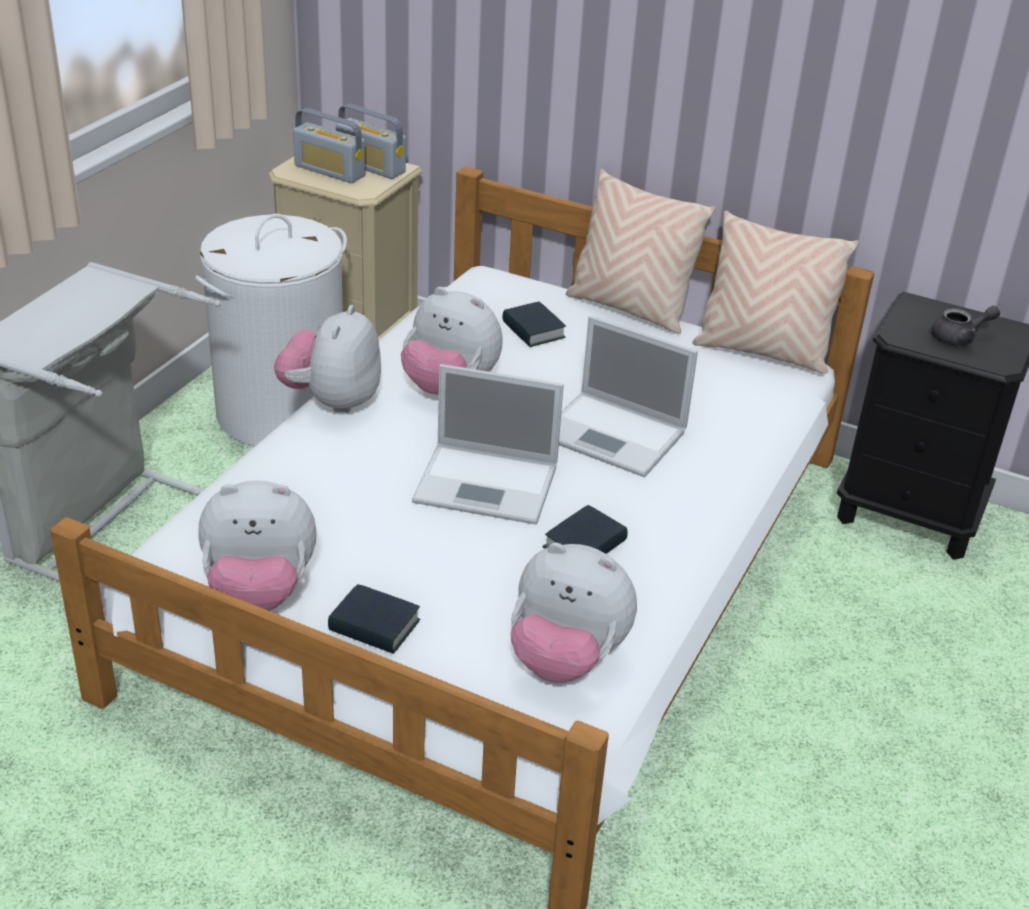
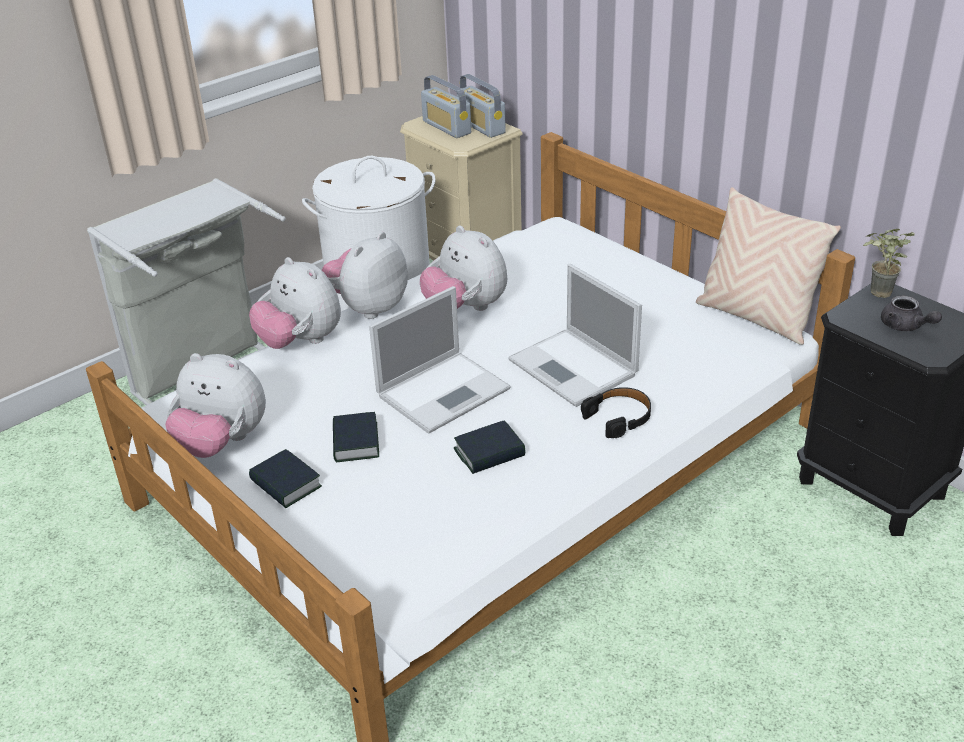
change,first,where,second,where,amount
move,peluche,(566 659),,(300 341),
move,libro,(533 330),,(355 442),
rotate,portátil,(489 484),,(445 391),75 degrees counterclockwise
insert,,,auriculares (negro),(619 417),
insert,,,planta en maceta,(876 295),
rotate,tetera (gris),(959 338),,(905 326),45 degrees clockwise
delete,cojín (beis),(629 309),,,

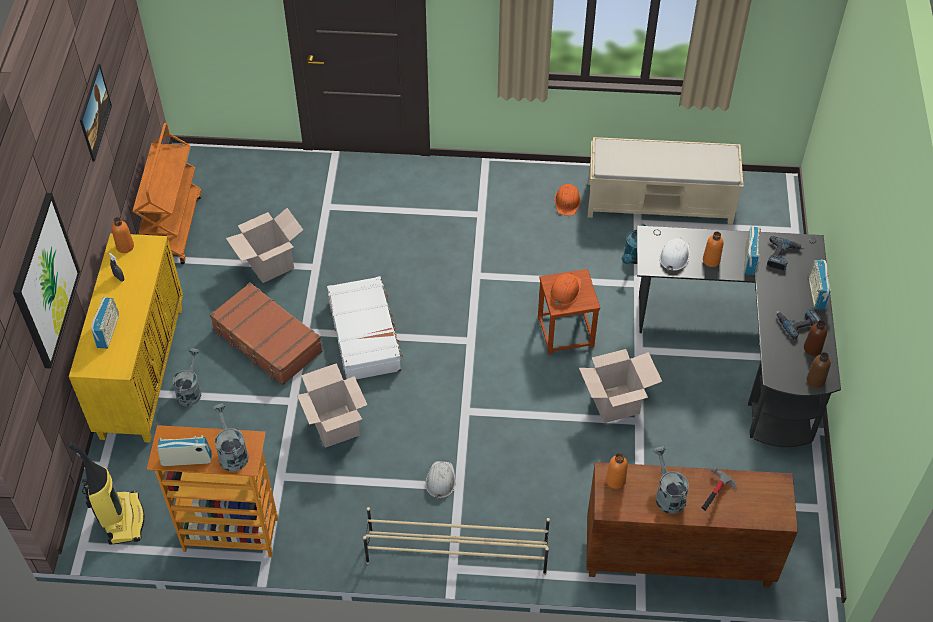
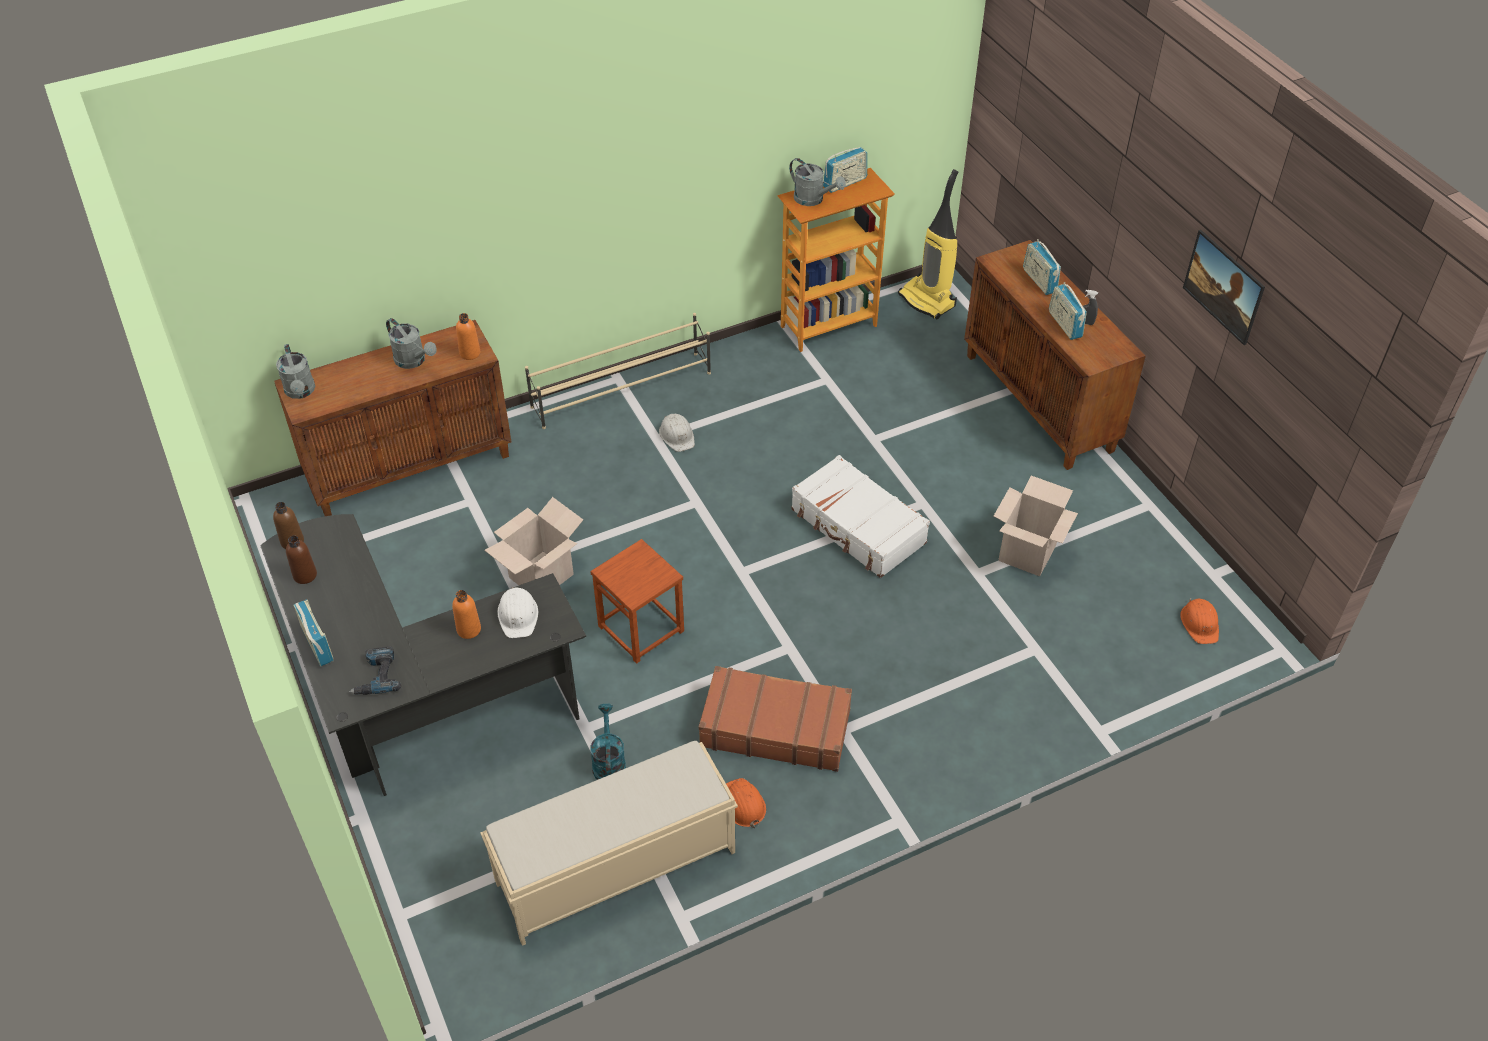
change,first,where,second,where,amount
move,regadera (gris),(190 390),,(301 392),
move,maleta (marrón),(267 341),,(775 727),
recolor,armario (amarillo),(141 371),armario (marrón),(1040 403),
move,radio,(749 259),,(1065 324),
move,casco (naranja),(565 290),,(1200 623),
delete,cuadro,(45 281),,,
delete,botella (naranja),(125 246),,,
delete,carrito (naranja),(174 227),,,
delete,caja de cartón,(335 426),,,
delete,martillo,(713 494),,,
delete,taladro,(798 322),,,

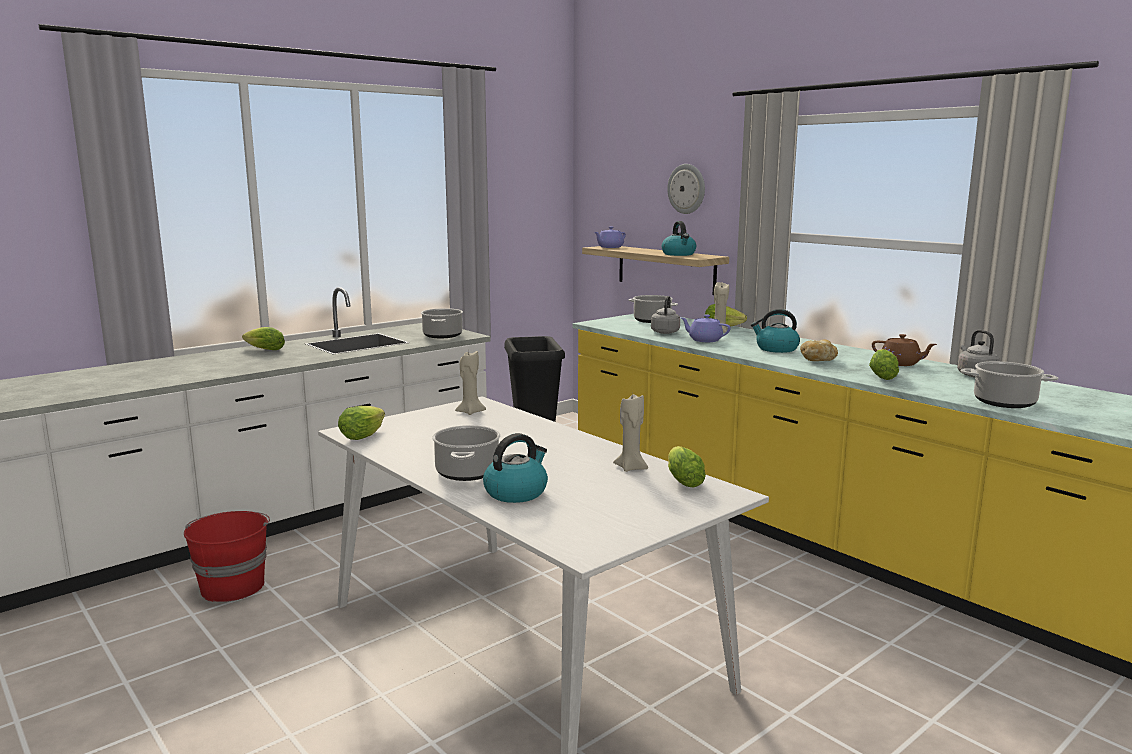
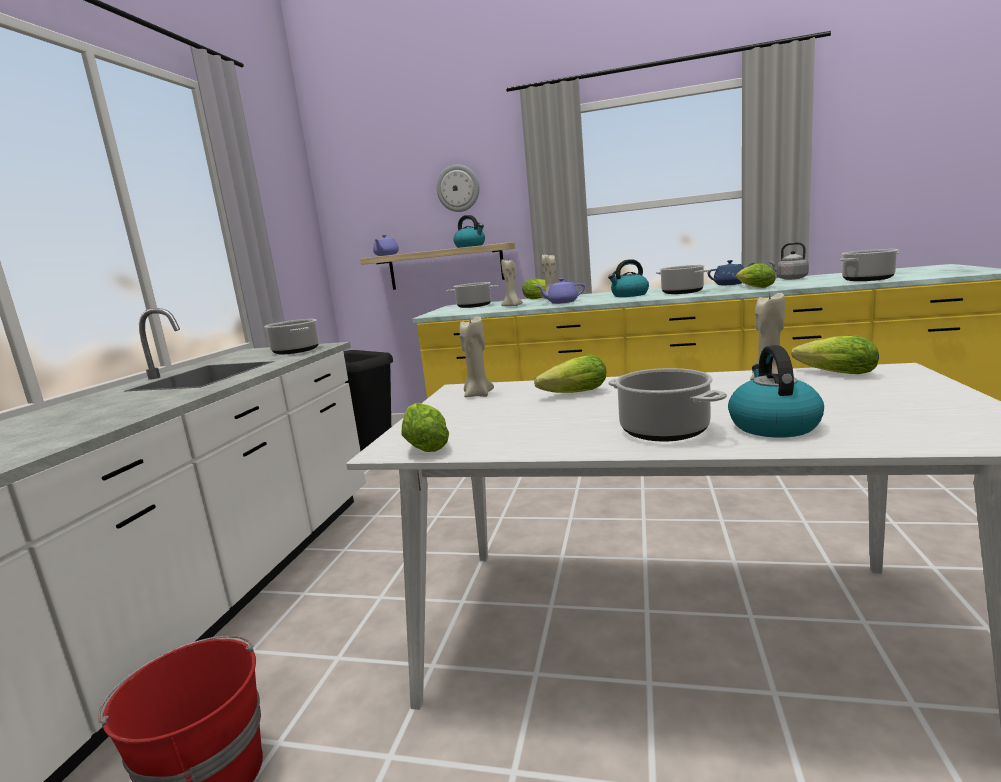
change,first,where,second,where,amount
replace,hervidor (gris),(665 332),vela (beis),(512 306),
move,lechuga,(263 350),,(570 394),
replace,pan,(818 360),olla,(681 292),
recolor,tetera (marrón),(901 363),tetera (azul),(731 284),

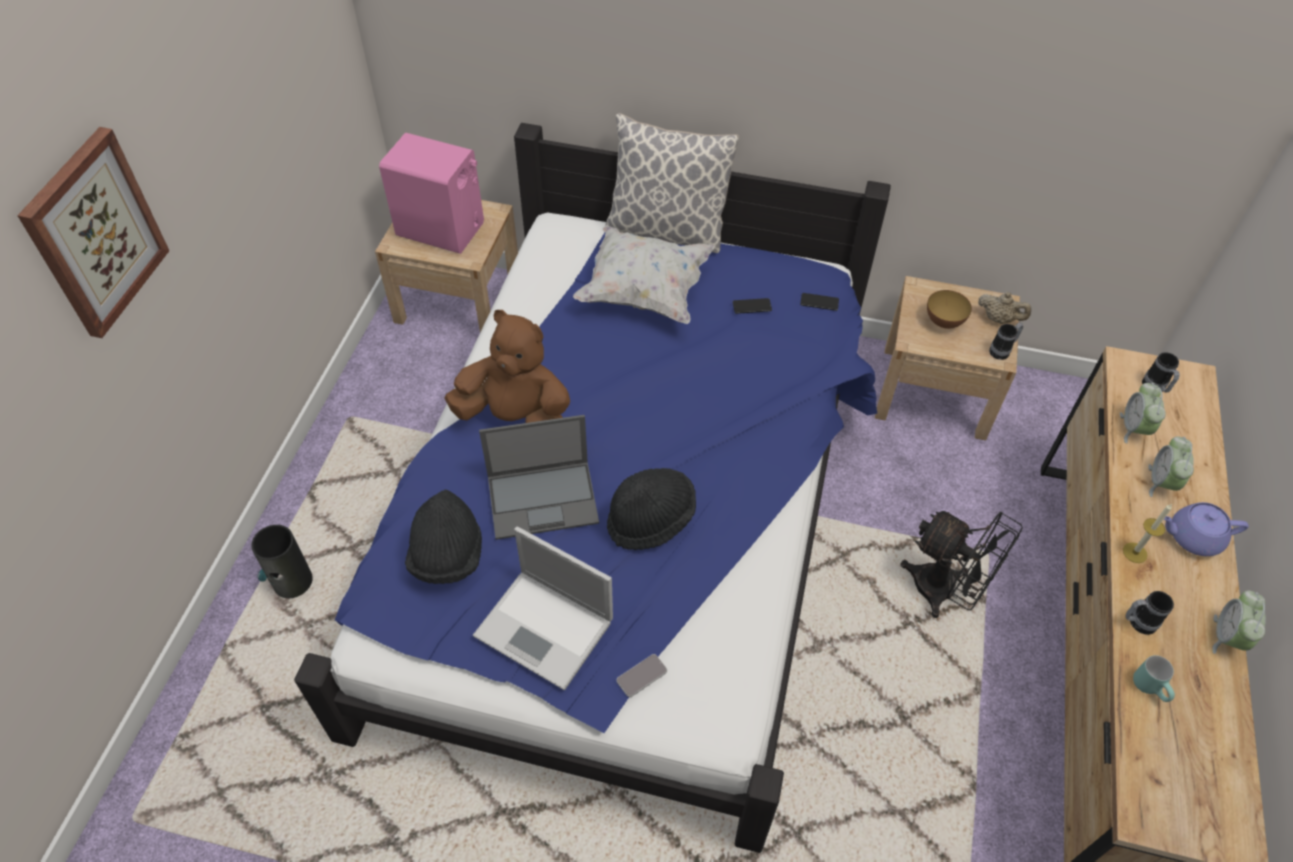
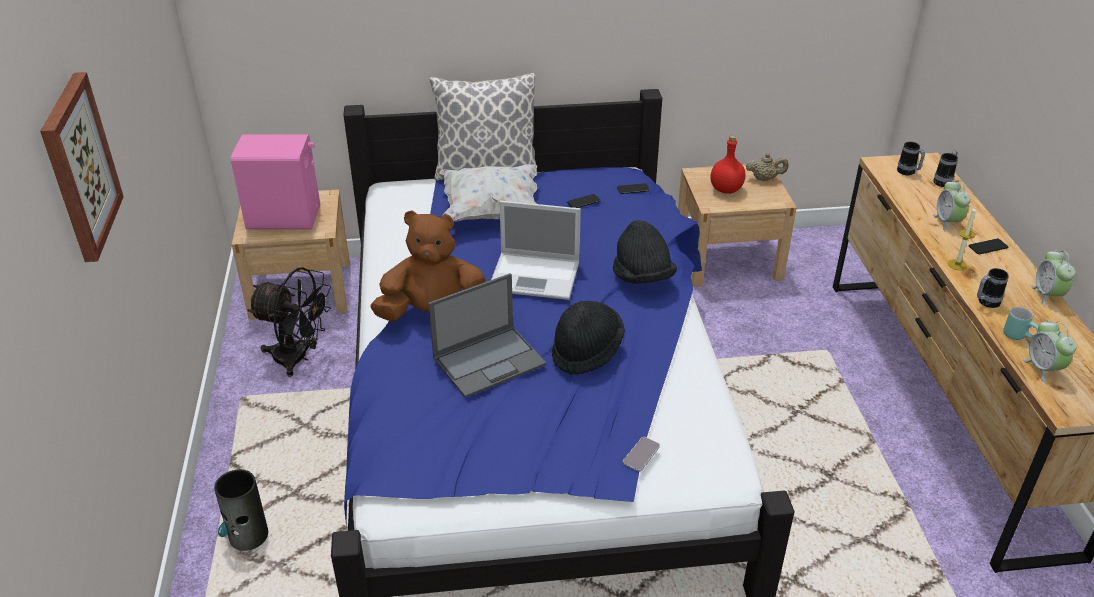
change,first,where,second,where,amount
move,ventilador (negro),(944 591),,(298 358),
move,portátil,(546 629),,(536 276),
move,sombrero (negro),(447 556),,(642 277),
replace,cuenco,(943 322),botella (rojo),(726 189),
move,taza grande,(1002 351),,(944 181),
replace,tetera (morado),(1192 537),móvil,(988 247),
move,despertador,(1133 428),,(1043 369),

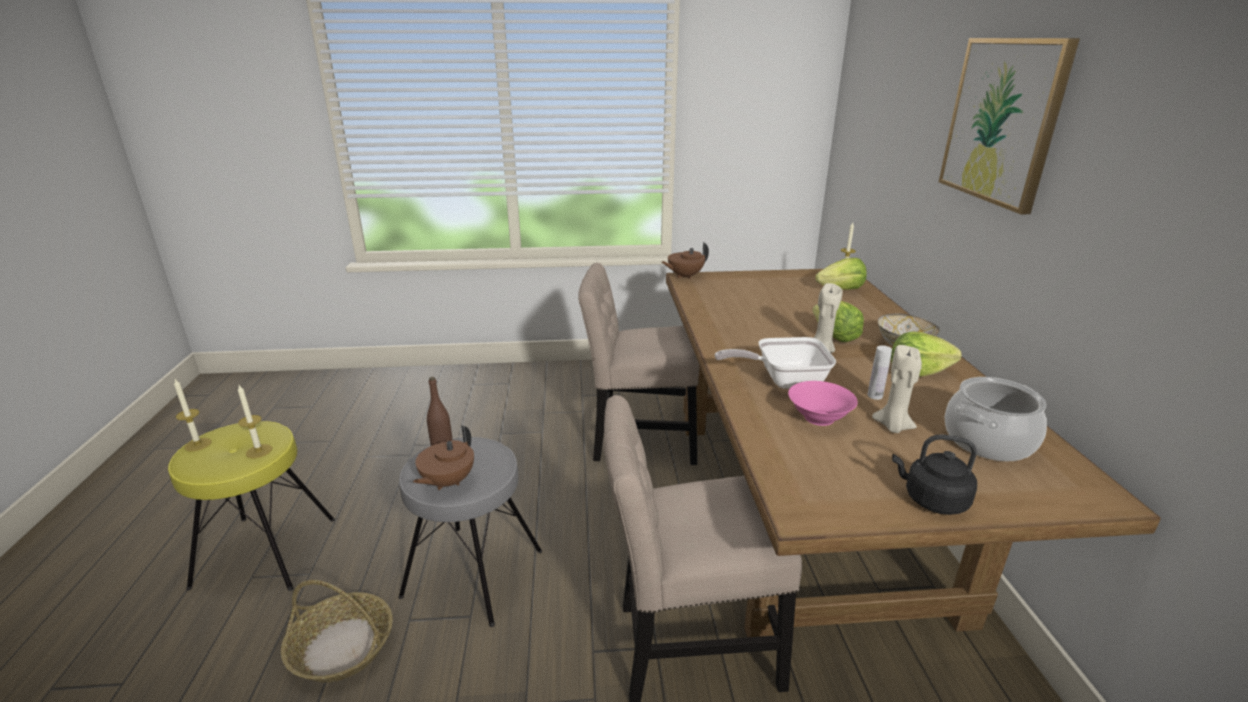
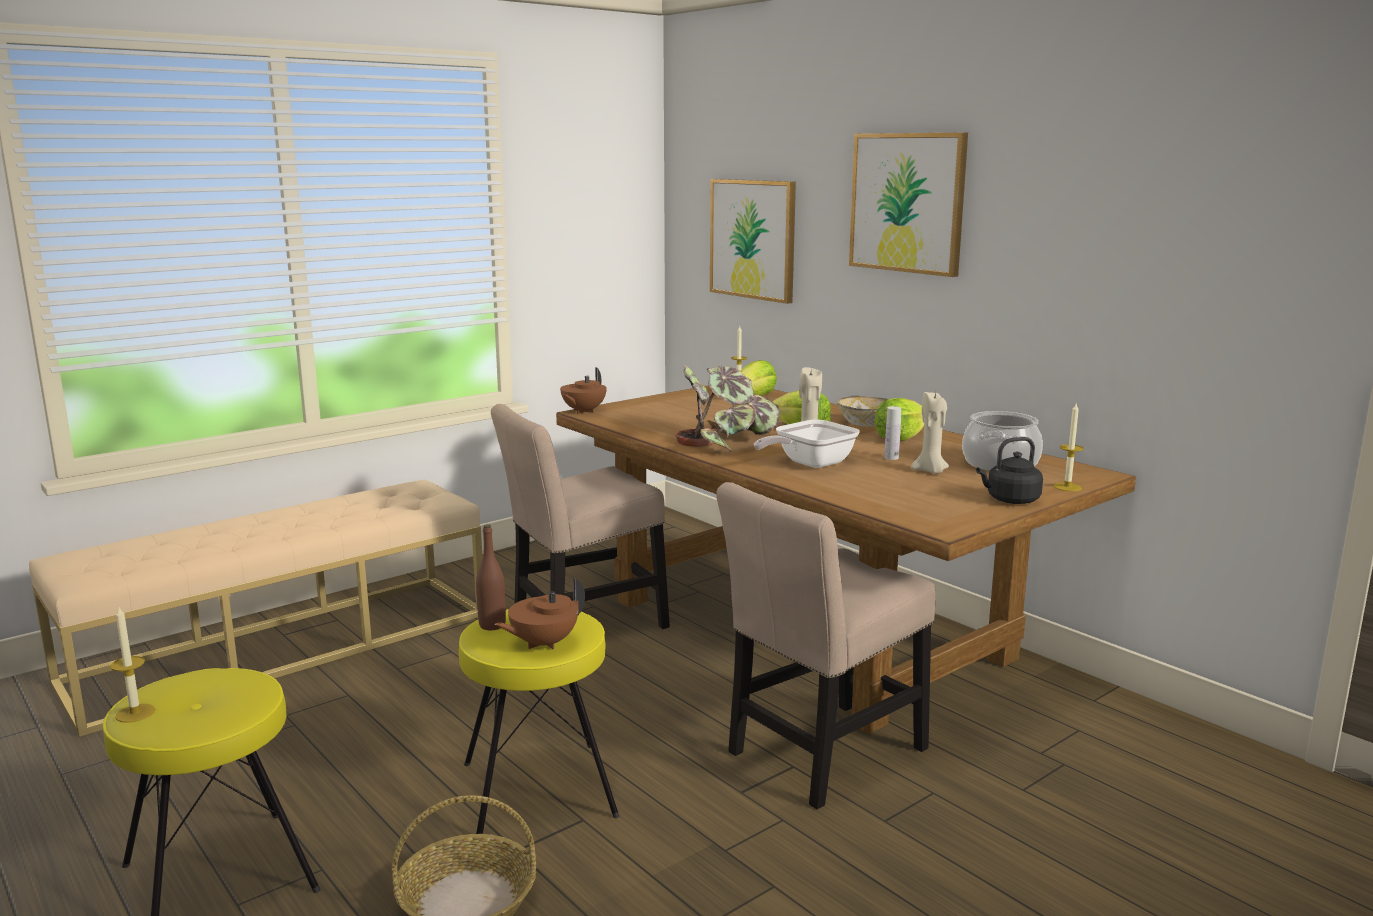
change,first,where,second,where,amount
insert,,,banco (beis),(283 647),
recolor,taburete (gris),(473 574),taburete (amarillo),(539 789),
rotate,tetera (marrón),(447 482),,(543 643),60 degrees clockwise
insert,,,planta en maceta,(725 442),
insert,,,cuadro,(753 239),
move,vela,(259 451),,(1067 487),
delete,cuenco (rosa),(818 418),,,

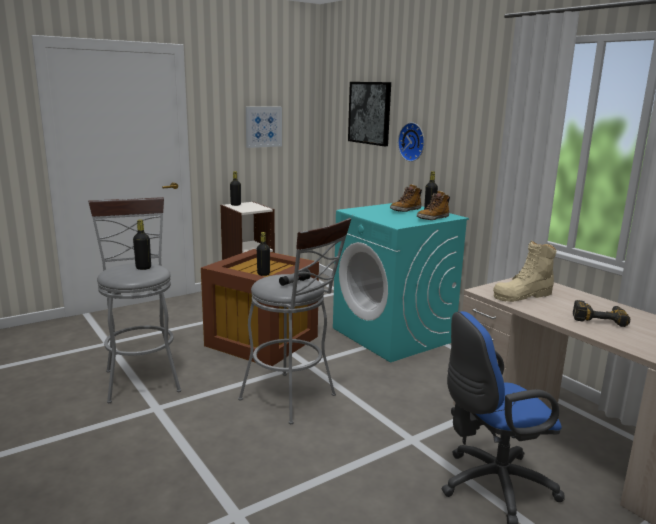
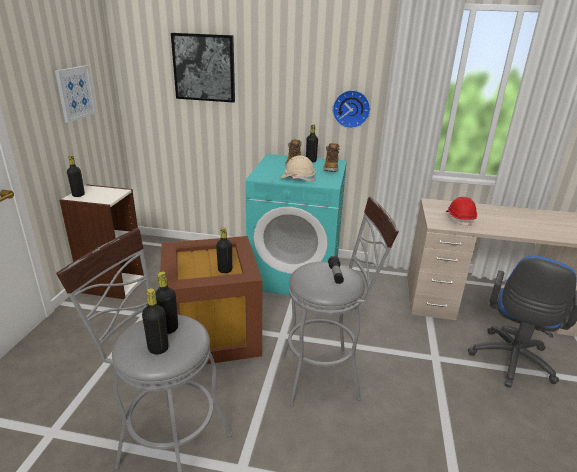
change,first,where,second,where,amount
insert,,,botella (negro),(158 348),
insert,,,casco (beis),(297 179),
move,reloj de pared,(413 142),,(351 109),
replace,bota (beis),(523 295),casco (rojo),(459 219),
delete,taladro,(599 318),,,

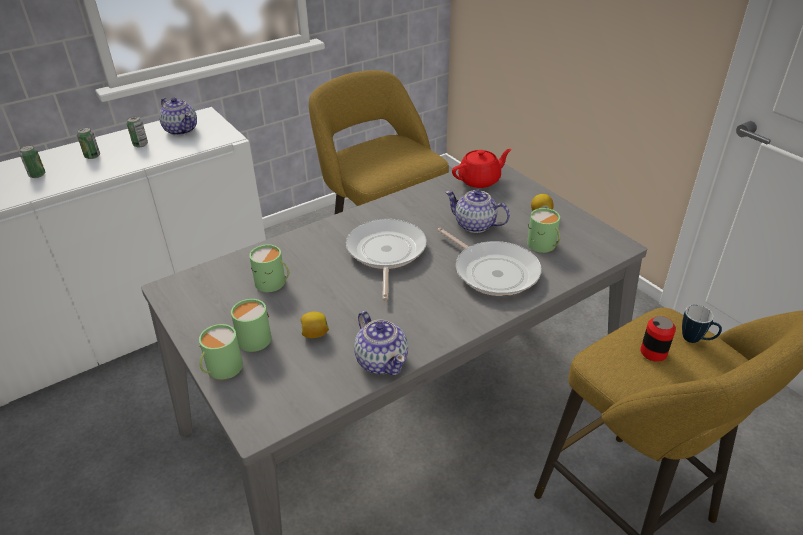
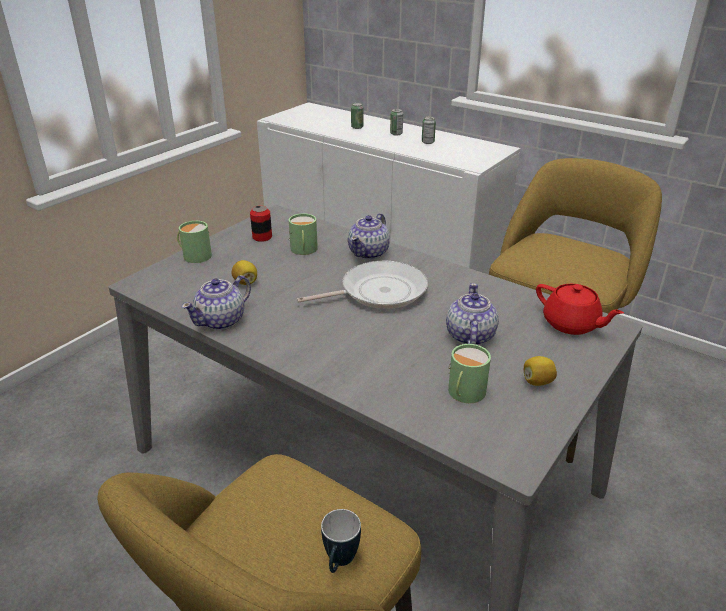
change,first,where,second,where,amount
move,lata,(653 353),,(262 237),
move,tetera,(181 130),,(369 253),
delete,taza grande (verde),(252 337),,,
delete,sartén,(493 271),,,

